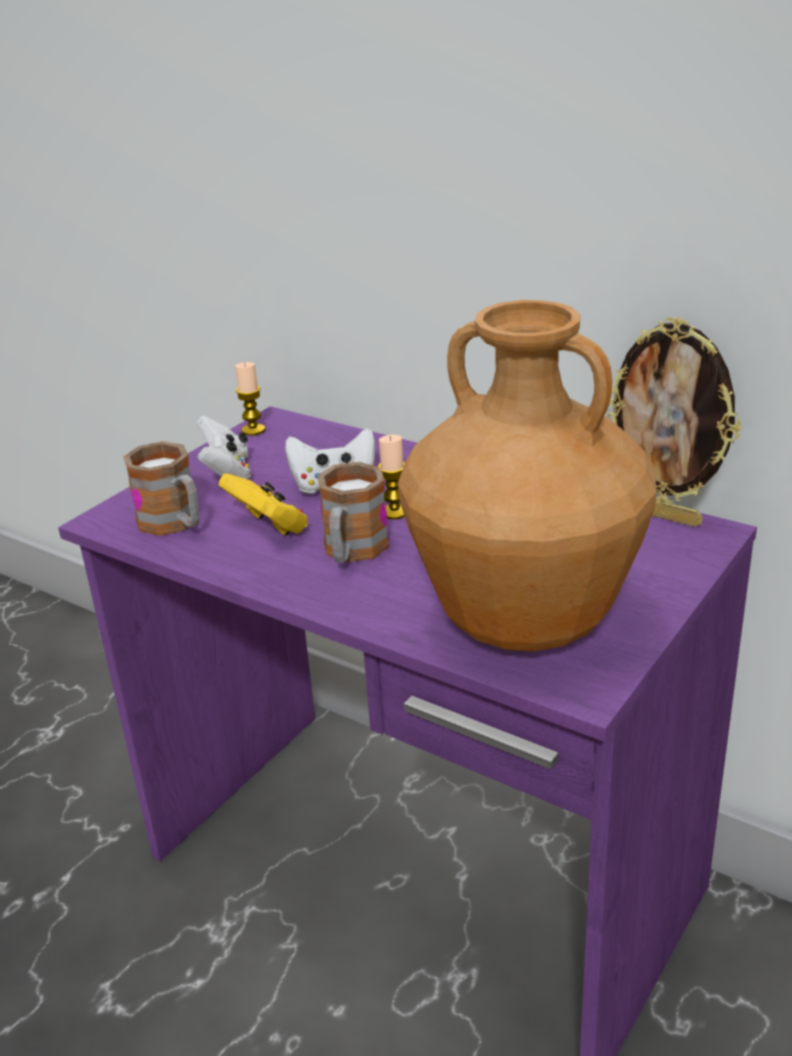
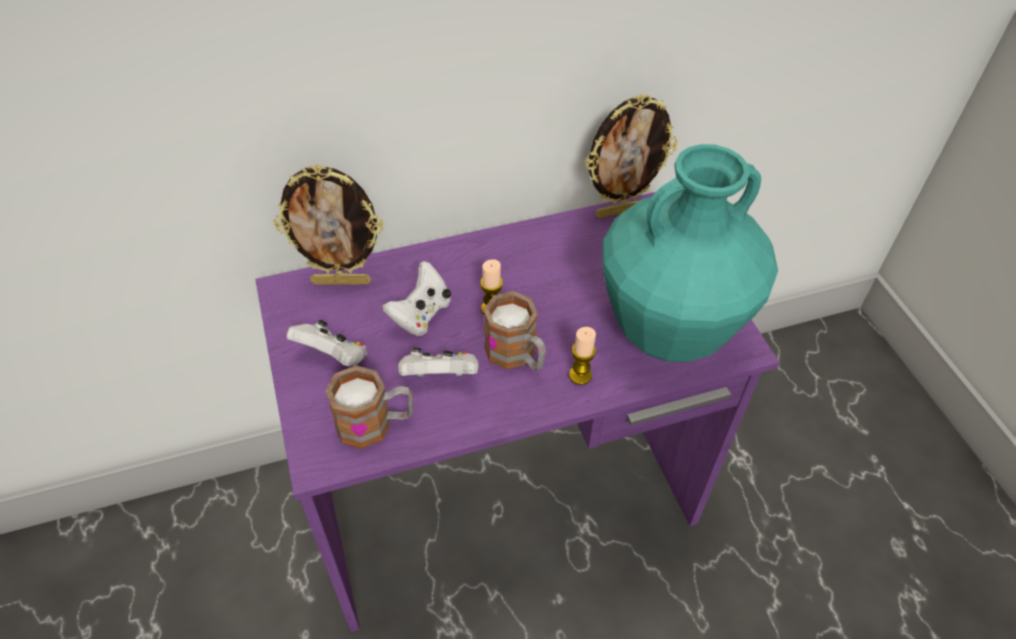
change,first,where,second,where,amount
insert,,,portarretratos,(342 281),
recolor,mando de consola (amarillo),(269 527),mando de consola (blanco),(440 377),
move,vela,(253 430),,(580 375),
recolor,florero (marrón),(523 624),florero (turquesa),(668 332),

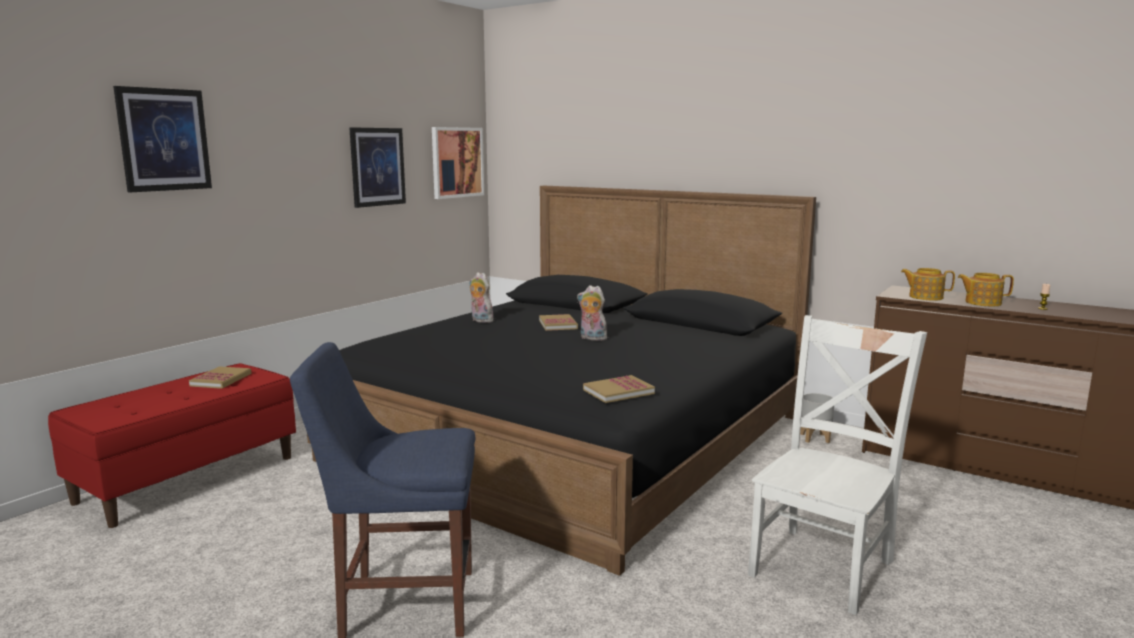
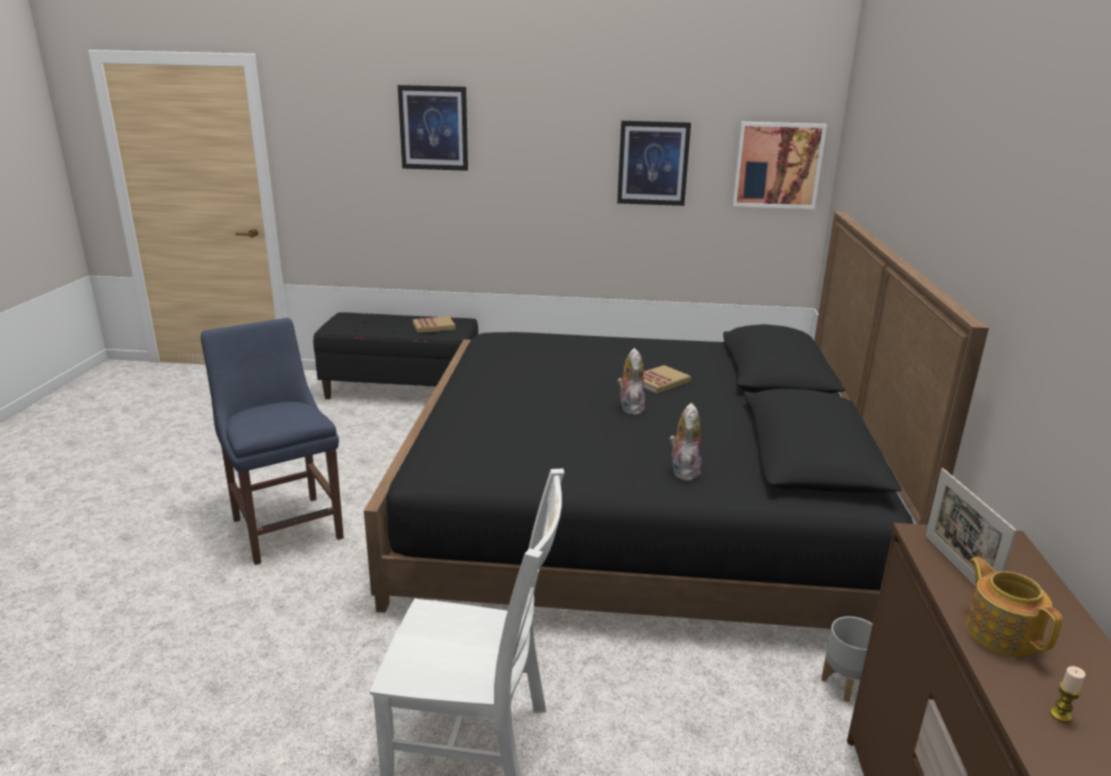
change,first,where,second,where,amount
recolor,banco (rojo),(188 479),banco (negro),(402 390),
move,peluche,(480 320),,(683 470),
replace,tetera,(925 297),portarretratos,(957 568),
delete,libro,(618 392),,,

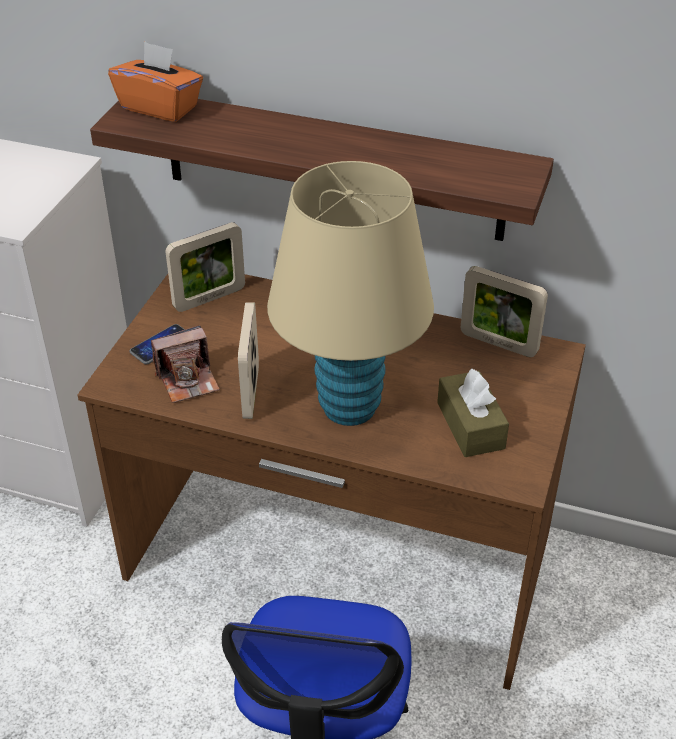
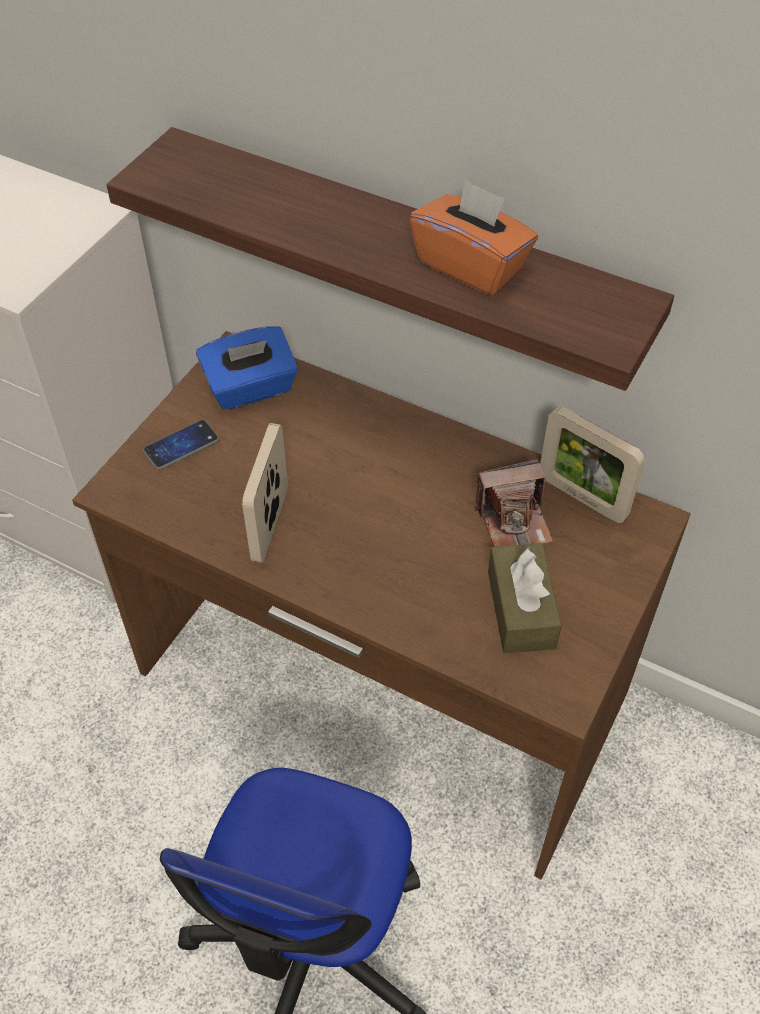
change,first,where,second,where,amount
replace,portarretratos,(209 298),caja de pañuelos (azul),(251 388),
move,caja de pañuelos (naranja),(160 107),,(471 266),
move,cámara,(188 380),,(514 521),
delete,lámpara de mesa (beis),(349 407),,,

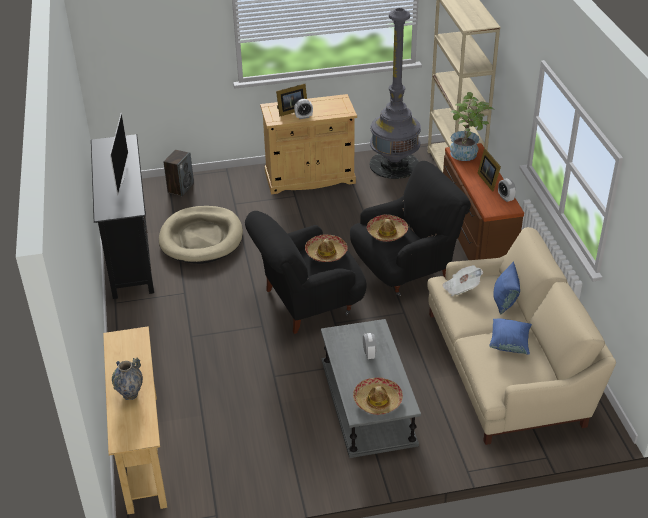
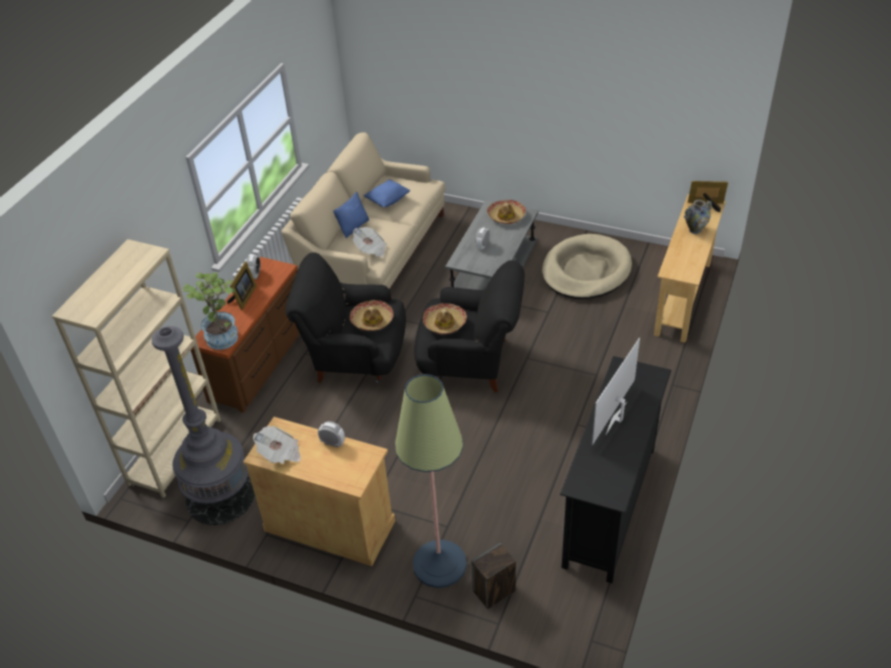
change,first,where,second,where,amount
insert,,,periódico,(280 454),
insert,,,lámpara de pie,(439 564),
move,cama para perro (beis),(201 238),,(586 271),
move,portarretratos,(291 111),,(707 205),

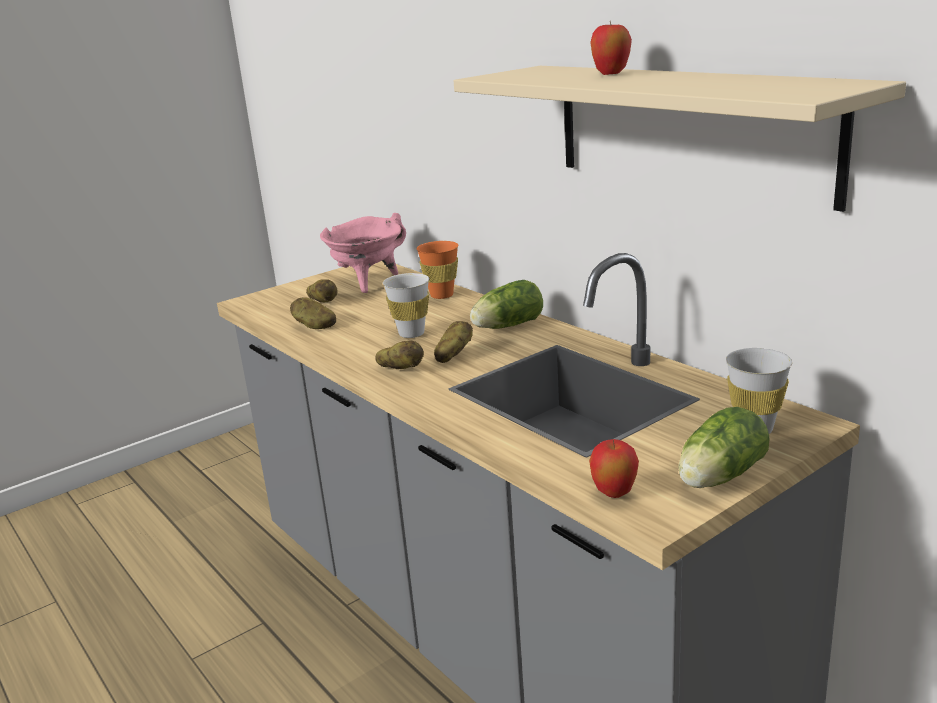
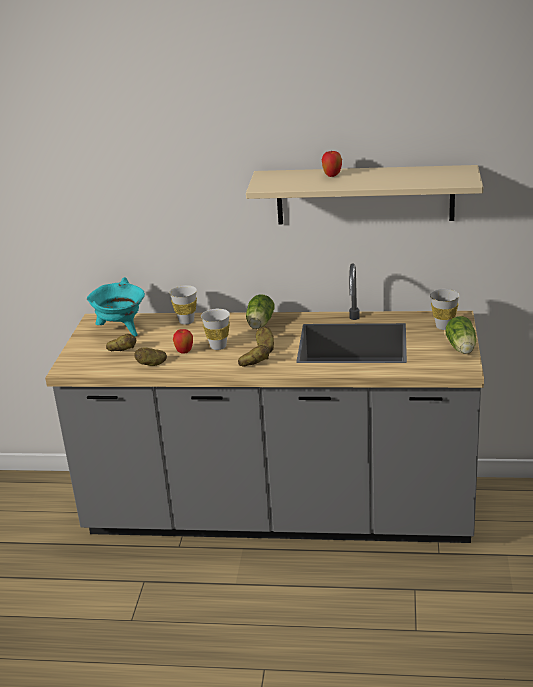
change,first,where,second,where,amount
recolor,olla (rosa),(368 283),olla (turquesa),(121 330),
recolor,taza (naranja),(441 295),taza (blanco),(186 321),
move,manzana,(614 494),,(184 352),

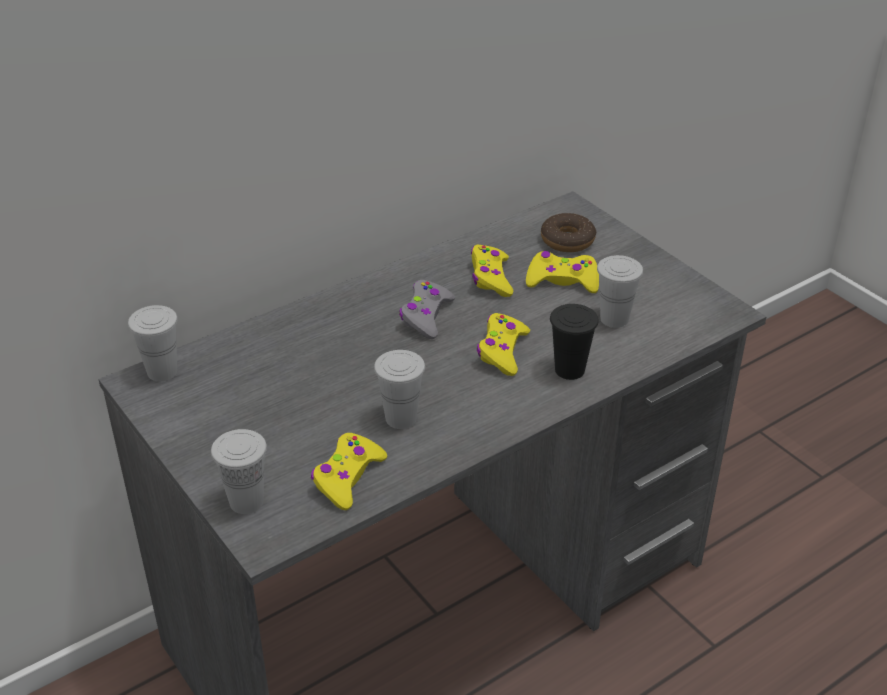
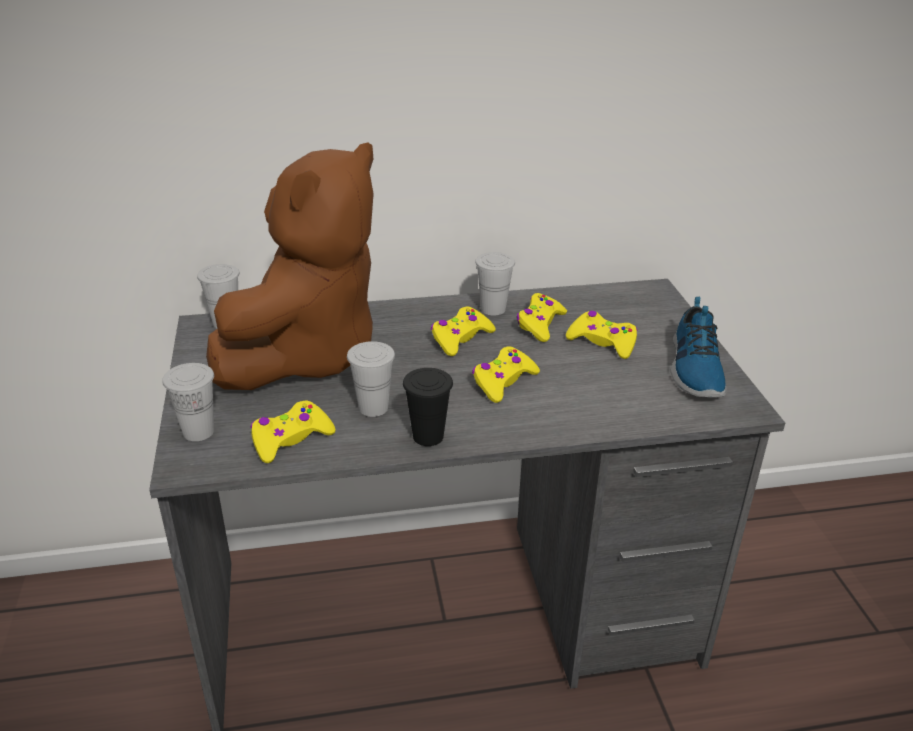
change,first,where,second,where,amount
insert,,,peluche (marrón),(307 356),
move,taza (negro),(569 370),,(428 436),
recolor,mando de consola (gris),(426 316),mando de consola (amarillo),(460 338),
move,taza (blanco),(614 319),,(493 309),
insert,,,zapato,(694 369),
delete,rosquilla,(567 240),,,

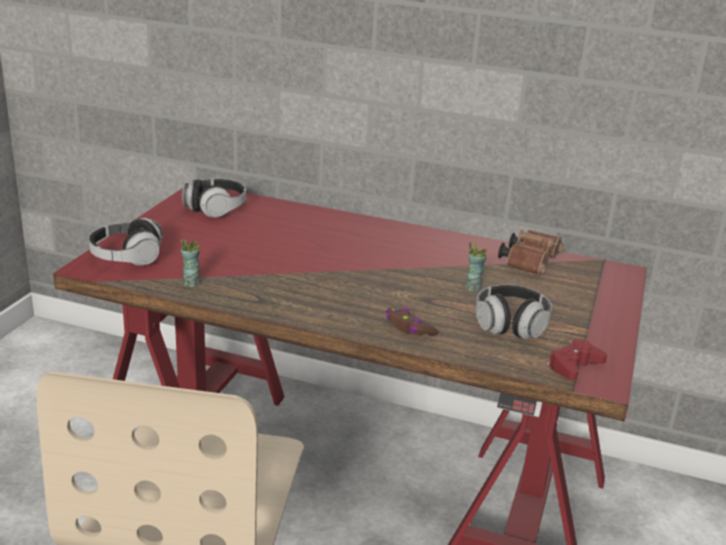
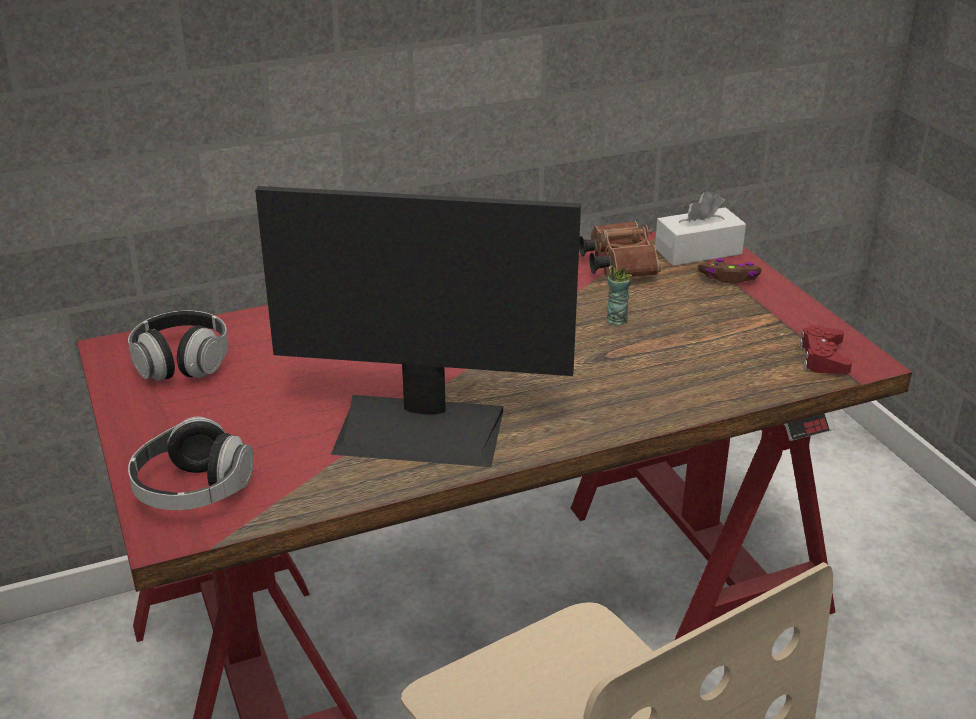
change,first,where,second,where,amount
insert,,,monitor,(421 429),
insert,,,caja de pañuelos (blanco),(698 251),
move,mando de consola (marrón),(409 328),,(729 278),
delete,taza,(191 283),,,
delete,auriculares,(510 325),,,

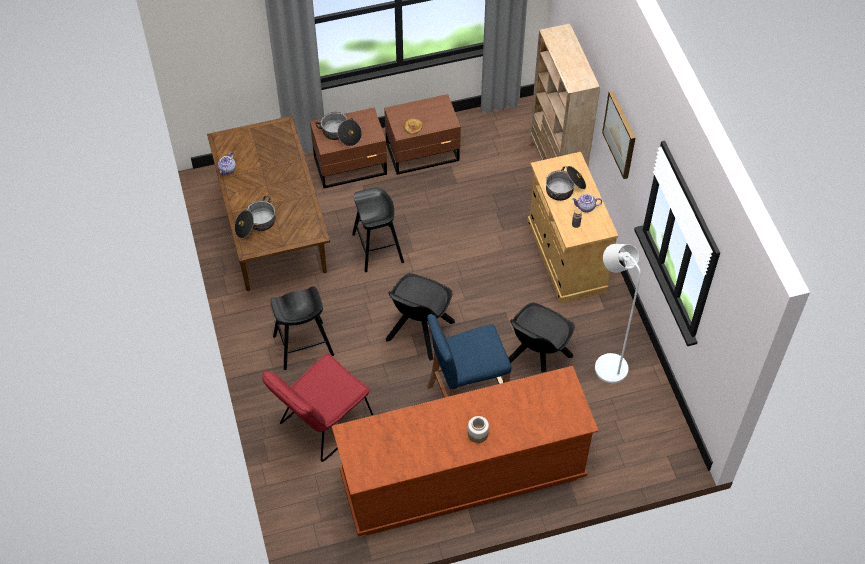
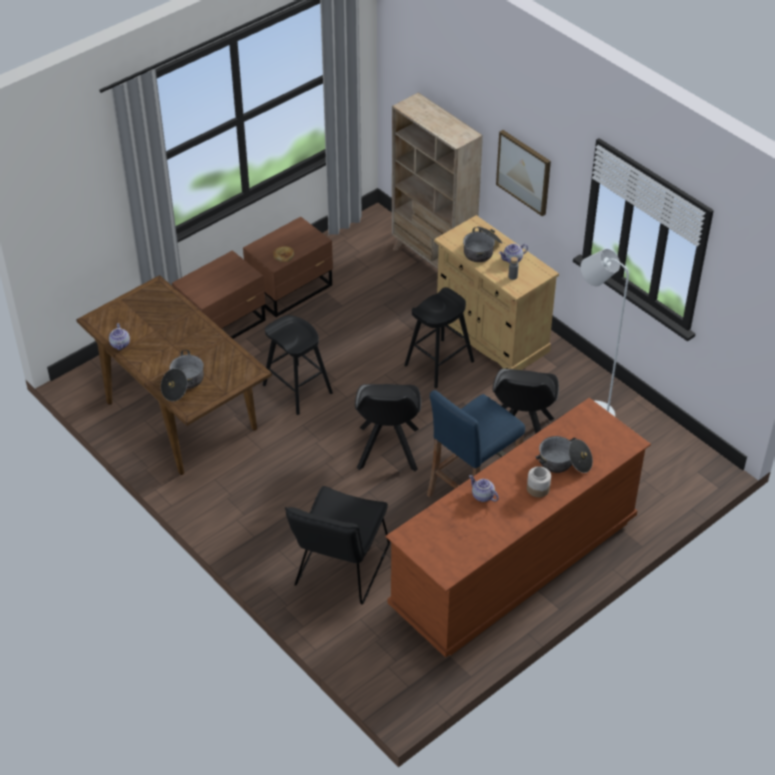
change,first,where,second,where,amount
recolor,silla (rojo),(321 424),silla (negro),(339 570),
move,taburete (negro),(303 345),,(439 363),
insert,,,tetera,(482 496),
move,olla,(340 134),,(564 463),

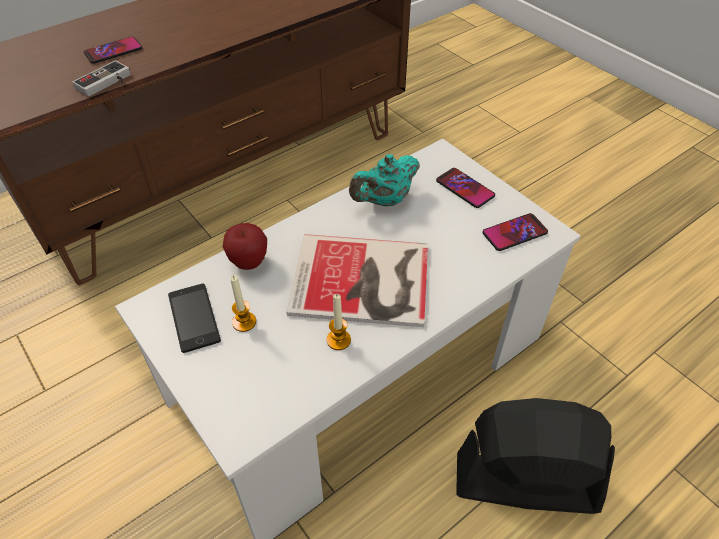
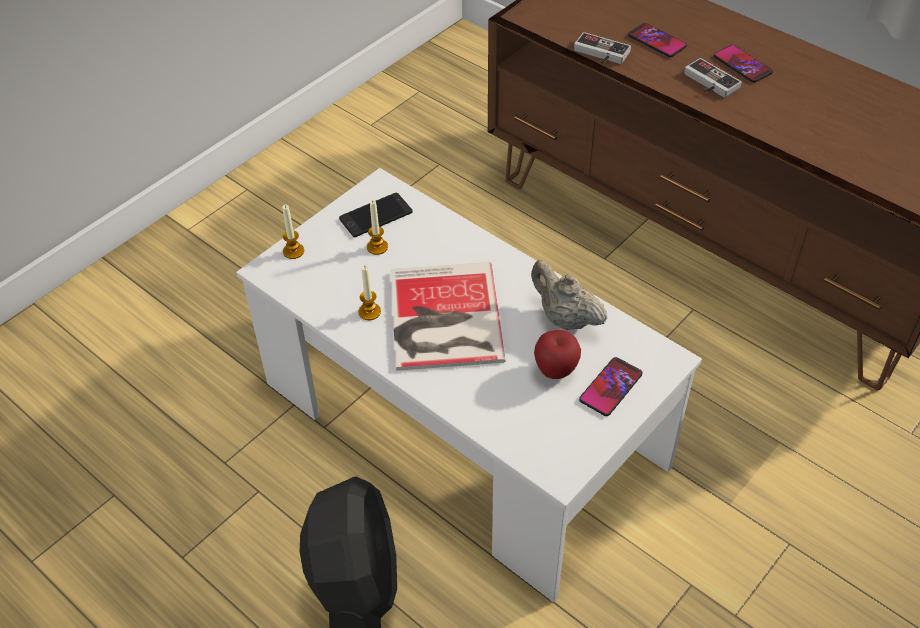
change,first,where,second,where,amount
insert,,,vela,(293 251),
recolor,tetera (turquesa),(384 200),tetera (beis),(565 318),
move,manzana,(249 262),,(555 371),
insert,,,mando de consola,(708 83),
move,móvil,(514 233),,(742 65),

